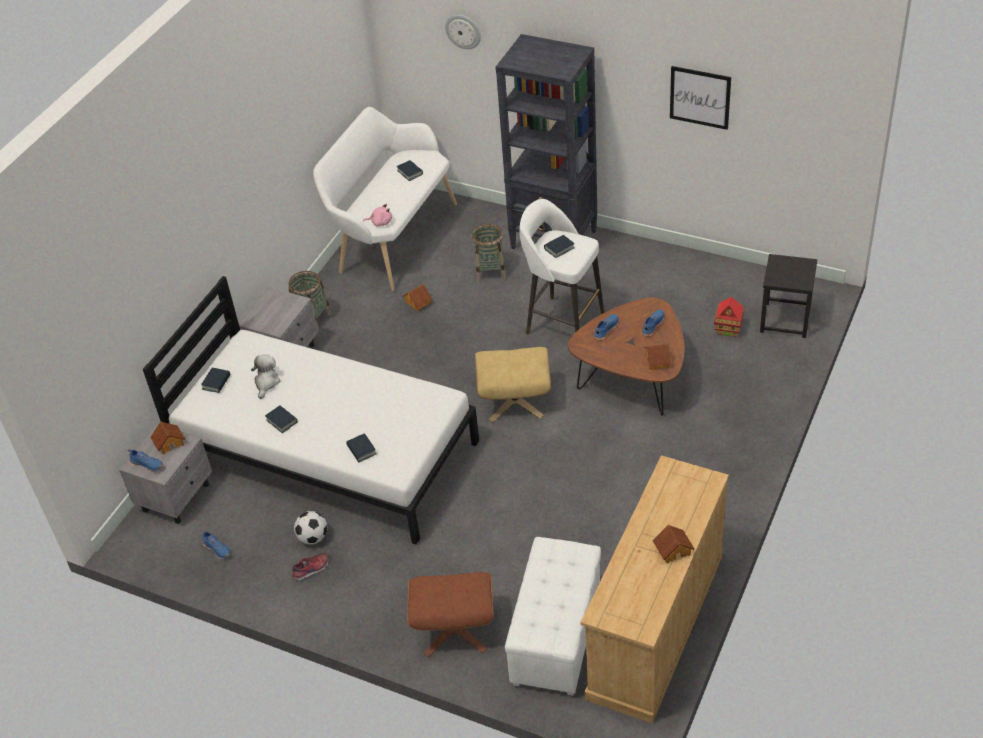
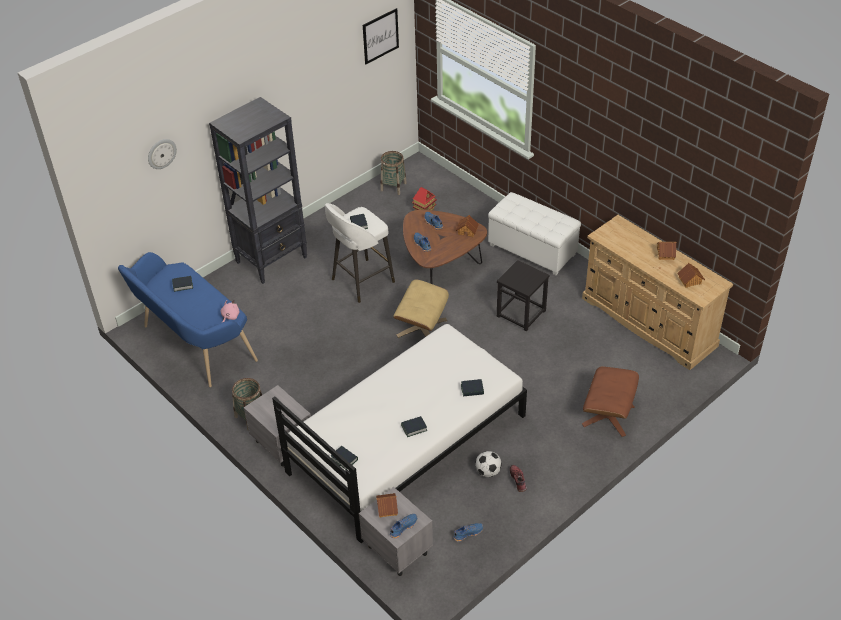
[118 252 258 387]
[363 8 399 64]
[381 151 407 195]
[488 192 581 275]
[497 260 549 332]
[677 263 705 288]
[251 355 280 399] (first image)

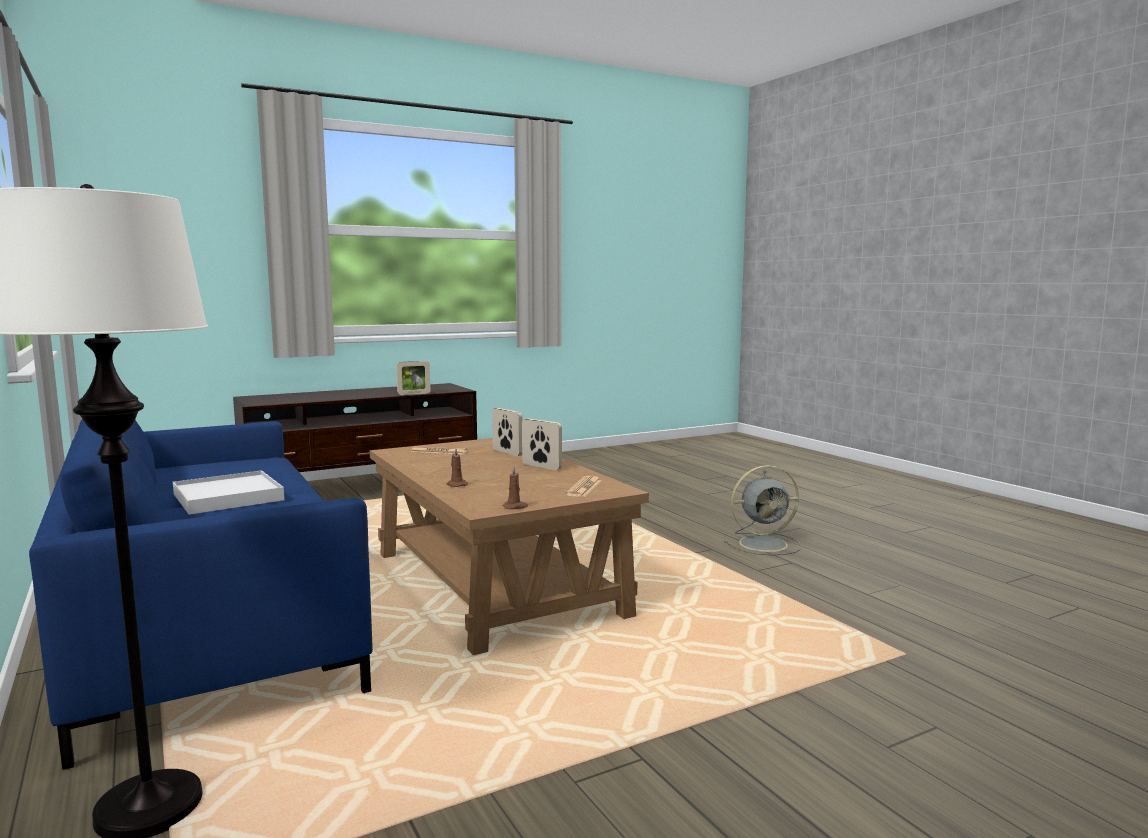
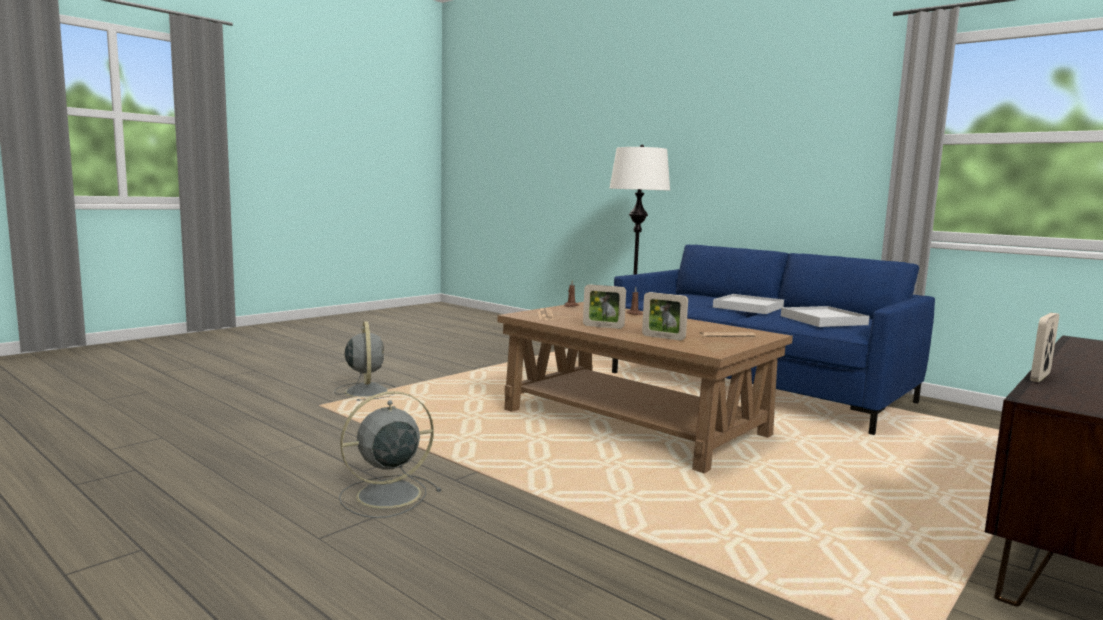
[334 321 396 401]
[781 306 869 327]

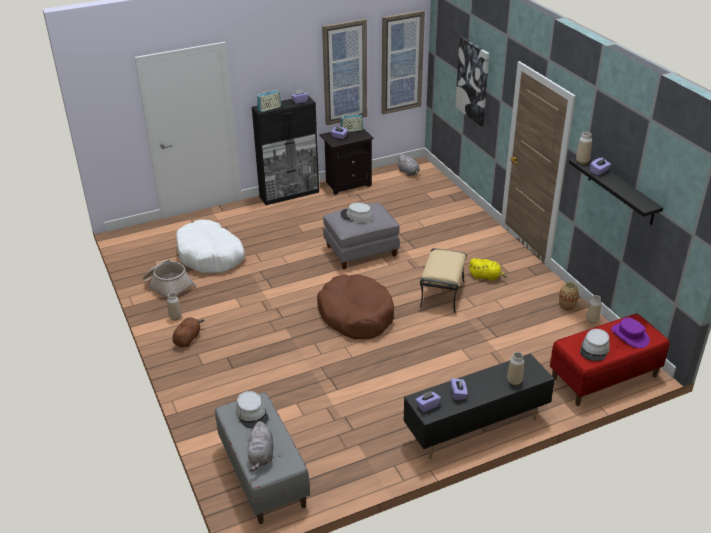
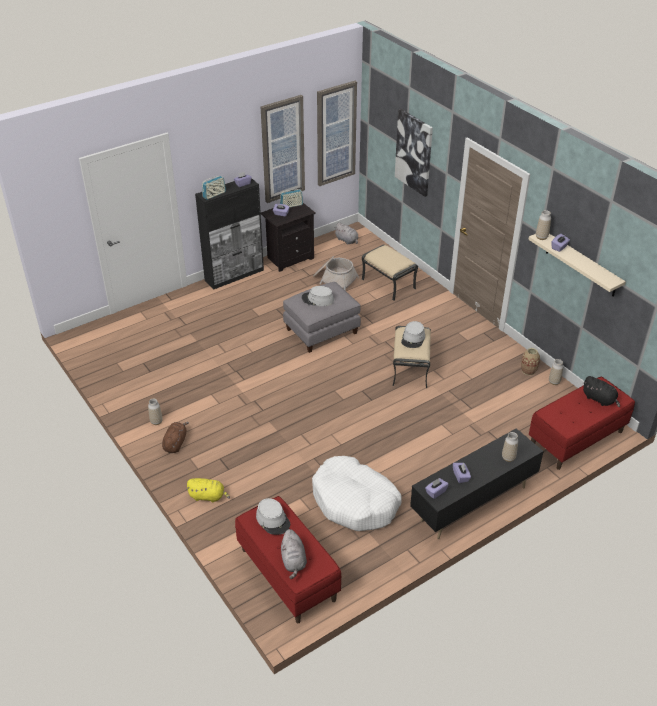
[186 478 230 503]
[235 496 342 623]
[312 456 402 531]
[313 256 359 291]
[362 245 418 301]
[401 321 425 348]
[528 234 626 297]
[582 376 620 407]
[317 274 394 339] (first image)

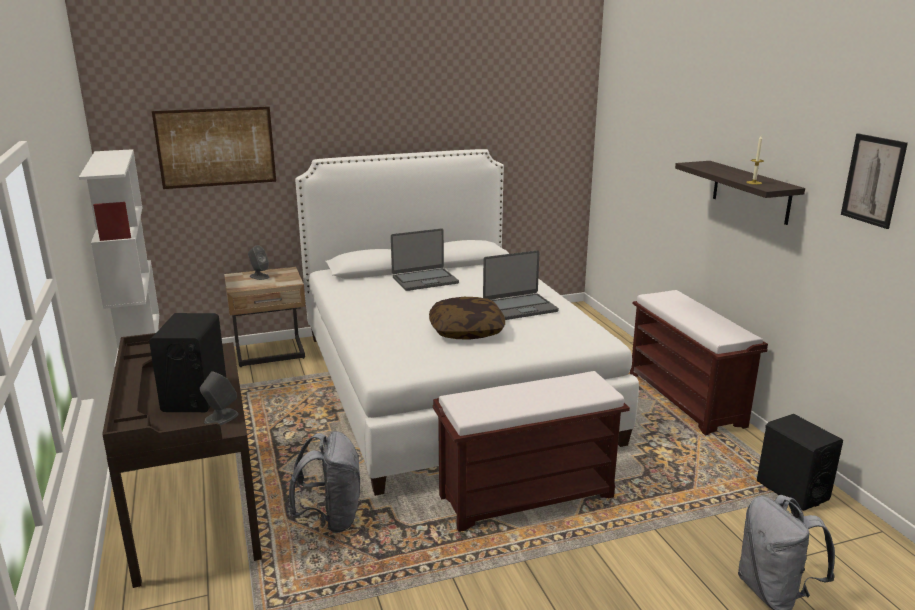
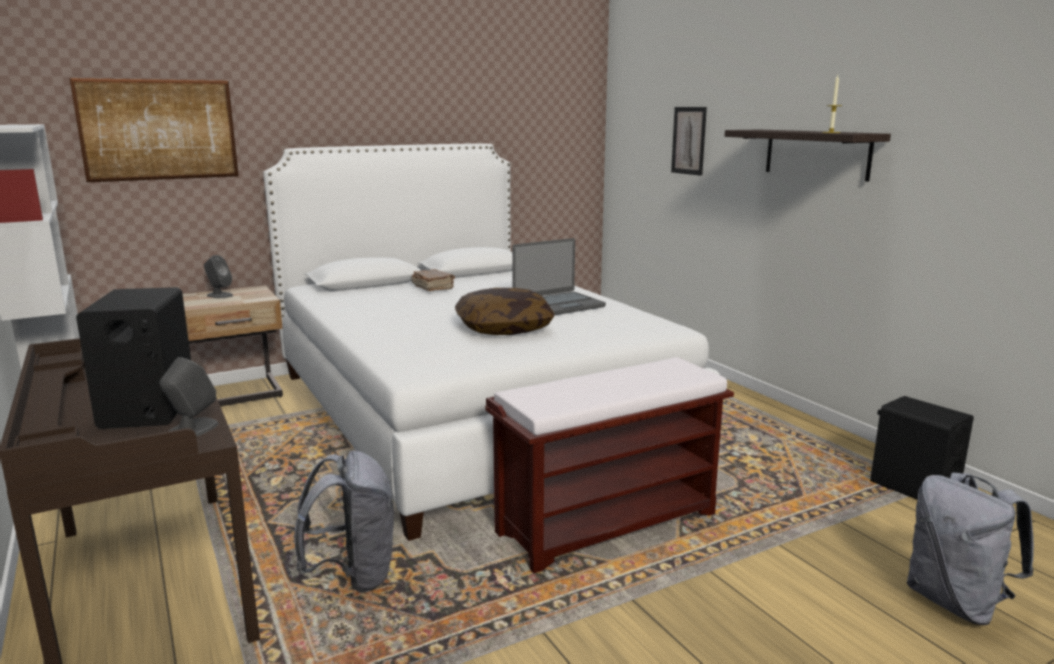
[411 269 455 291]
[671 107 707 176]
[630 290 768 435] (first image)

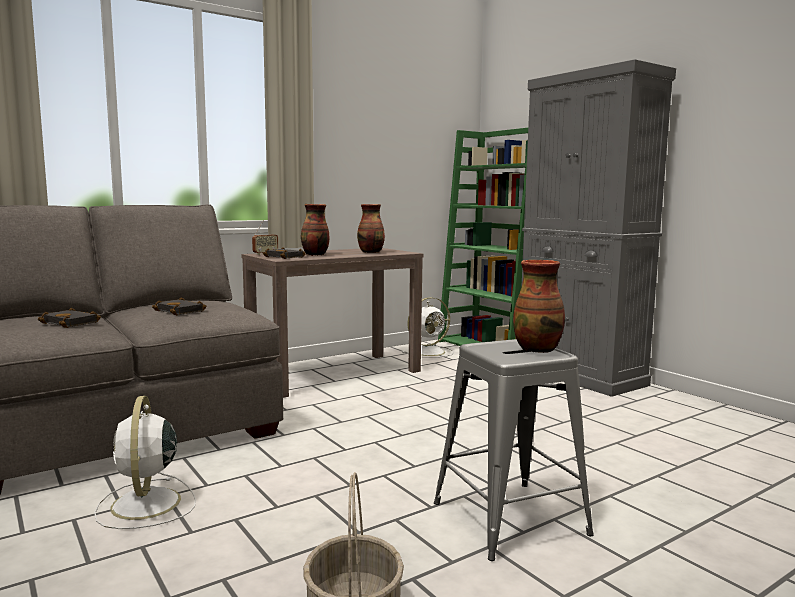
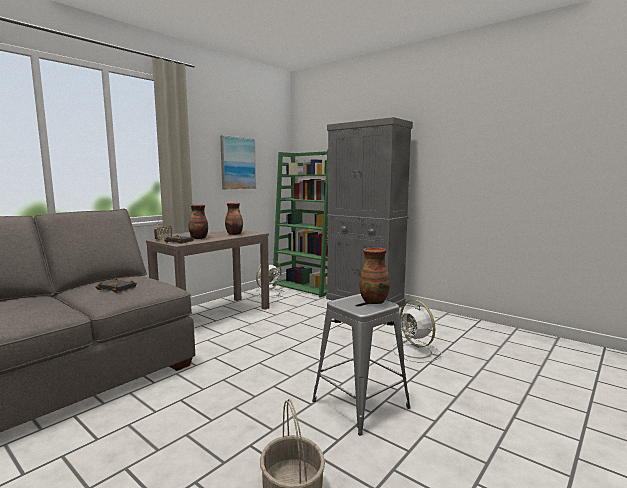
[220 135 256 189]
[392 300 442 362]
[38 308 101 328] (first image)

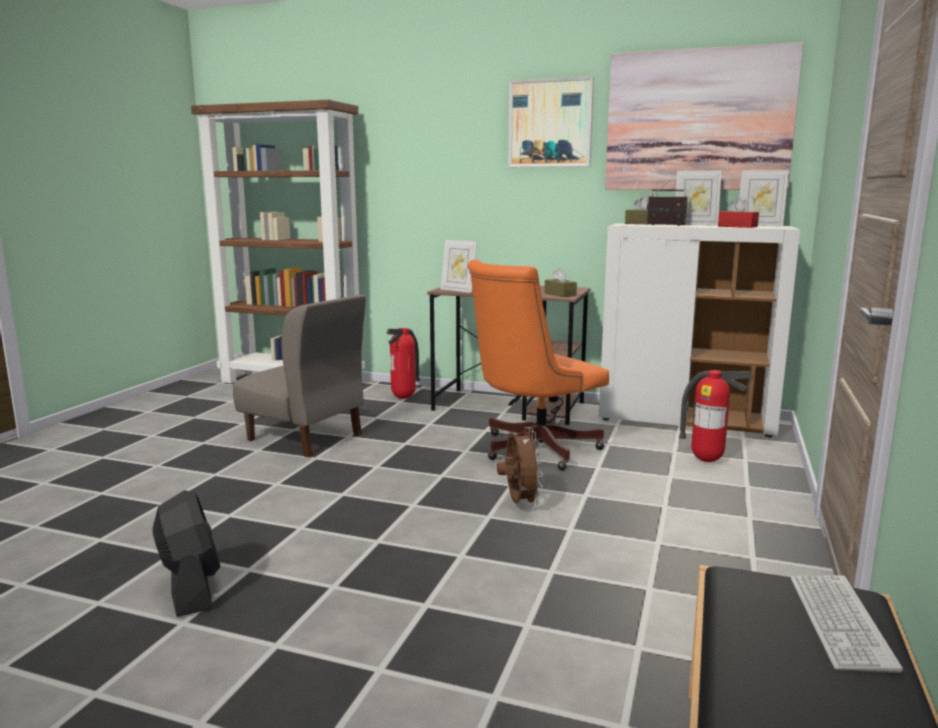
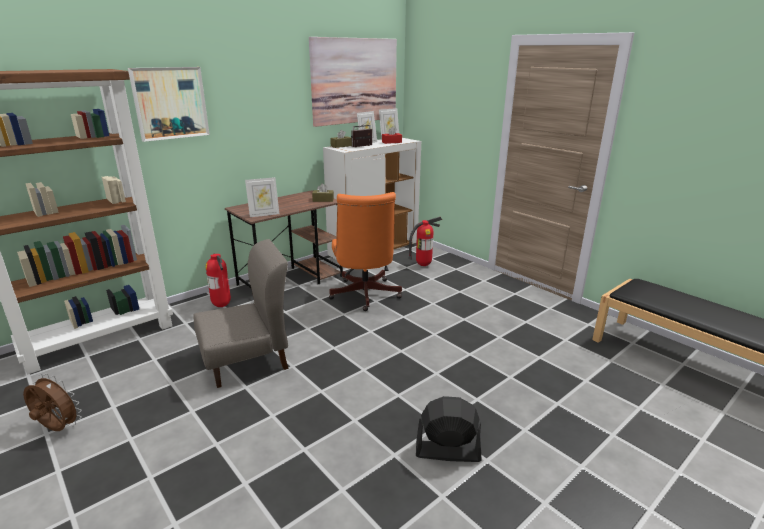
[23 373 82 431]
[128 67 210 142]
[791 575 903 673] (first image)

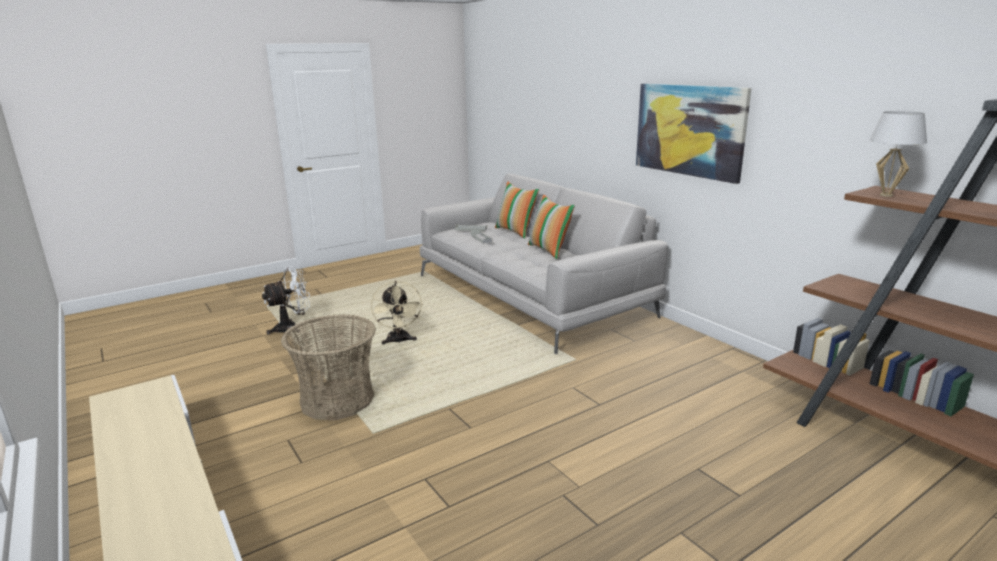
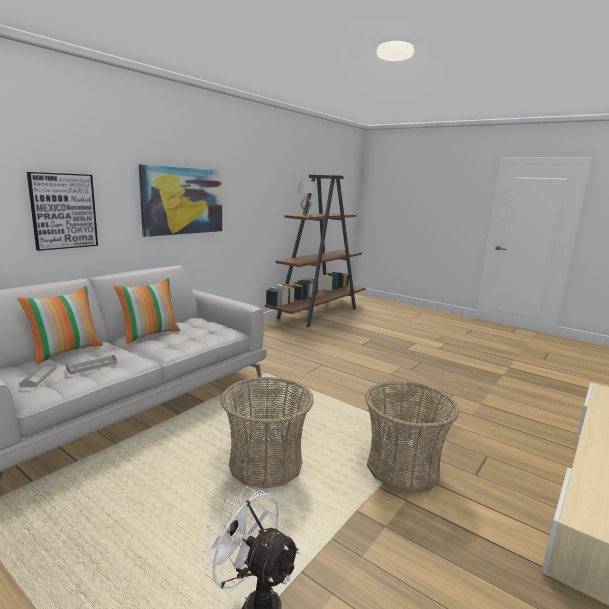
[27 172 98 251]
[220 377 314 489]

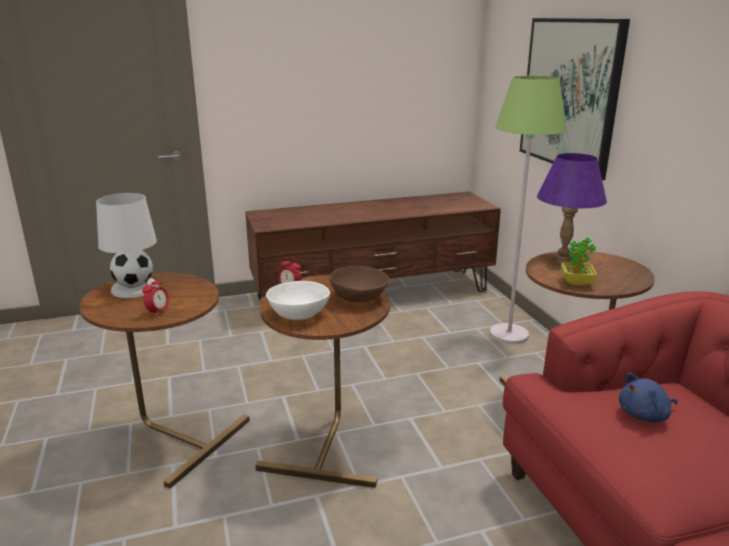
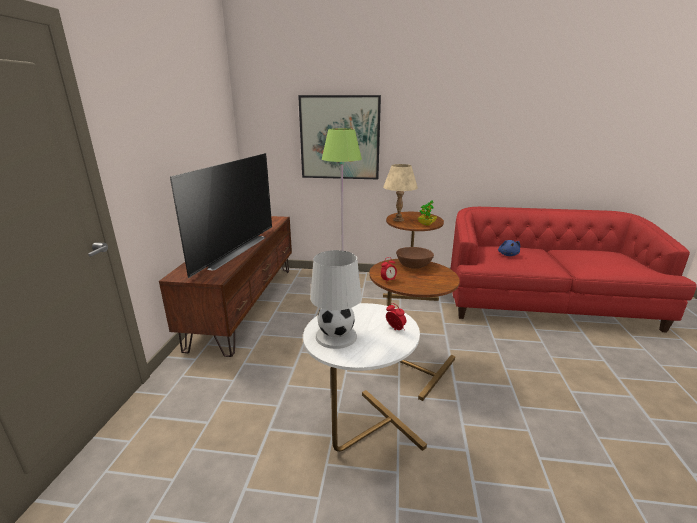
[170 153 272 278]
[303 303 427 452]
[383 164 418 222]
[266 281 330 320] (first image)

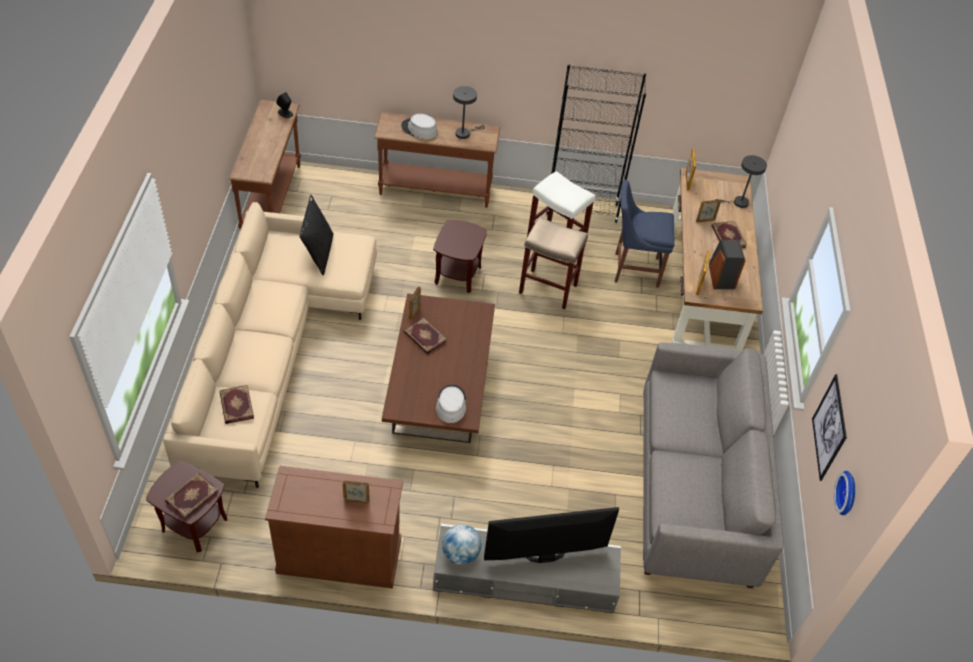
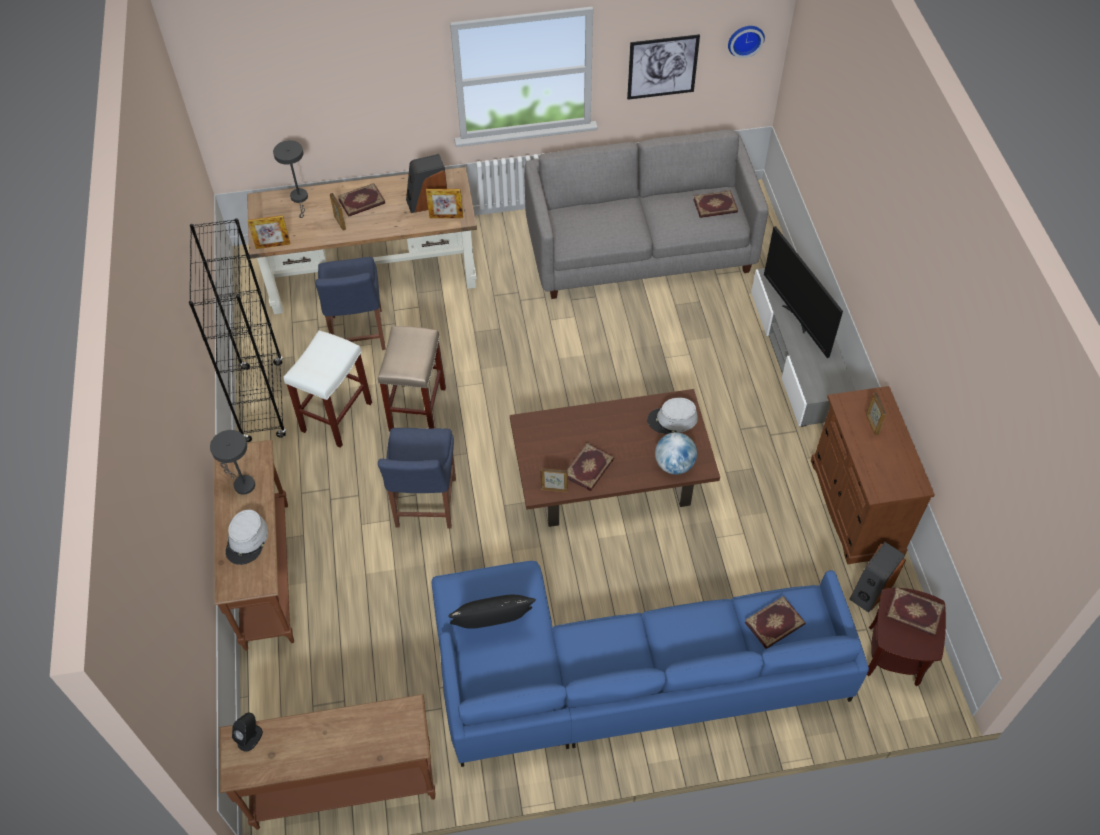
[378 428 456 528]
[431 561 869 767]
[655 432 697 474]
[693 190 738 218]
[849 542 906 613]

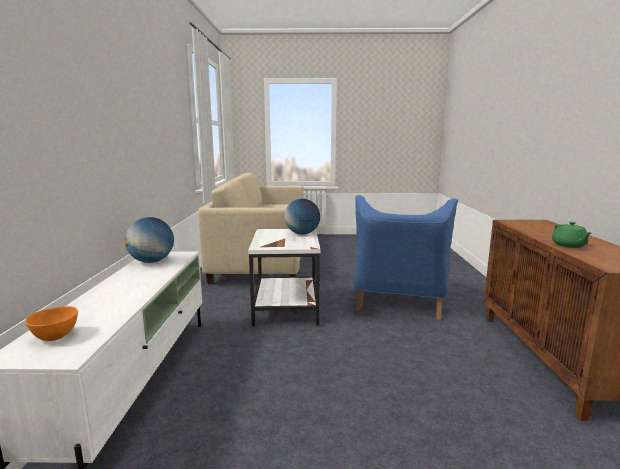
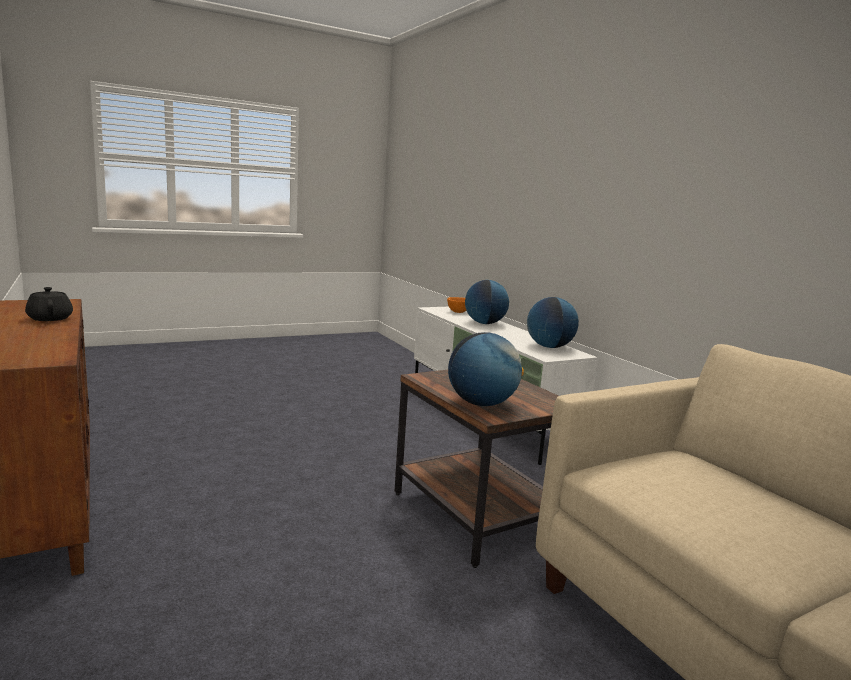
[25 287 73 321]
[394 370 558 568]
[465 280 509 324]
[354 195 458 320] (first image)

